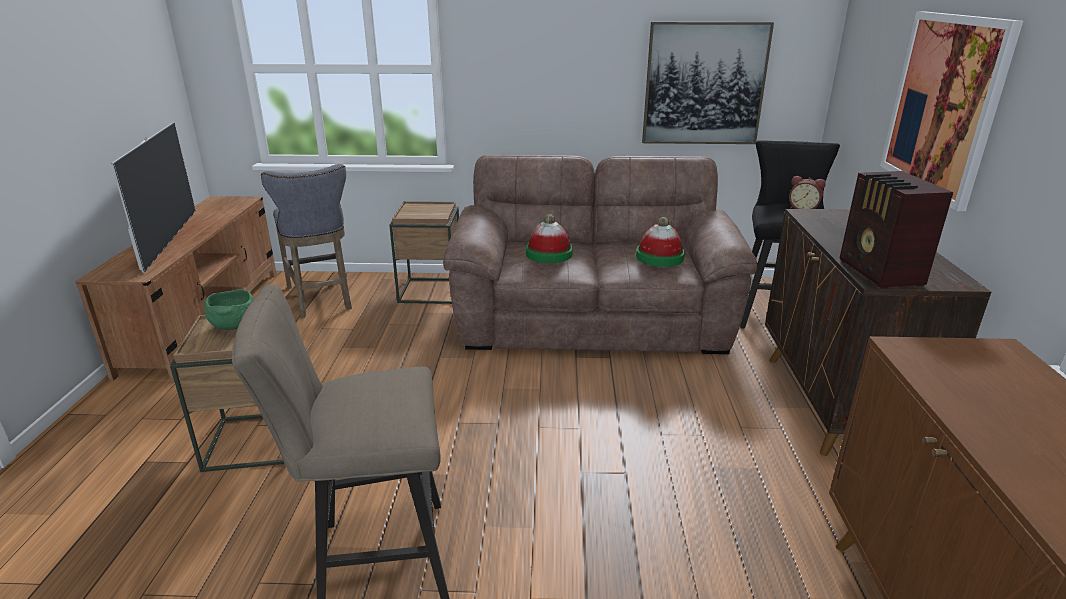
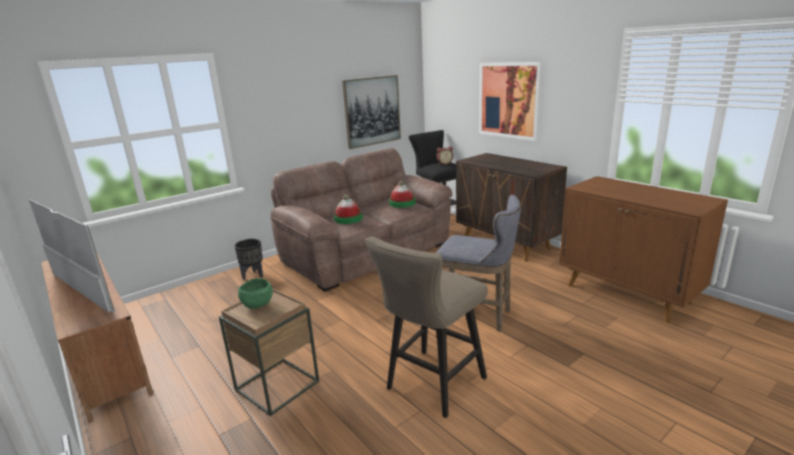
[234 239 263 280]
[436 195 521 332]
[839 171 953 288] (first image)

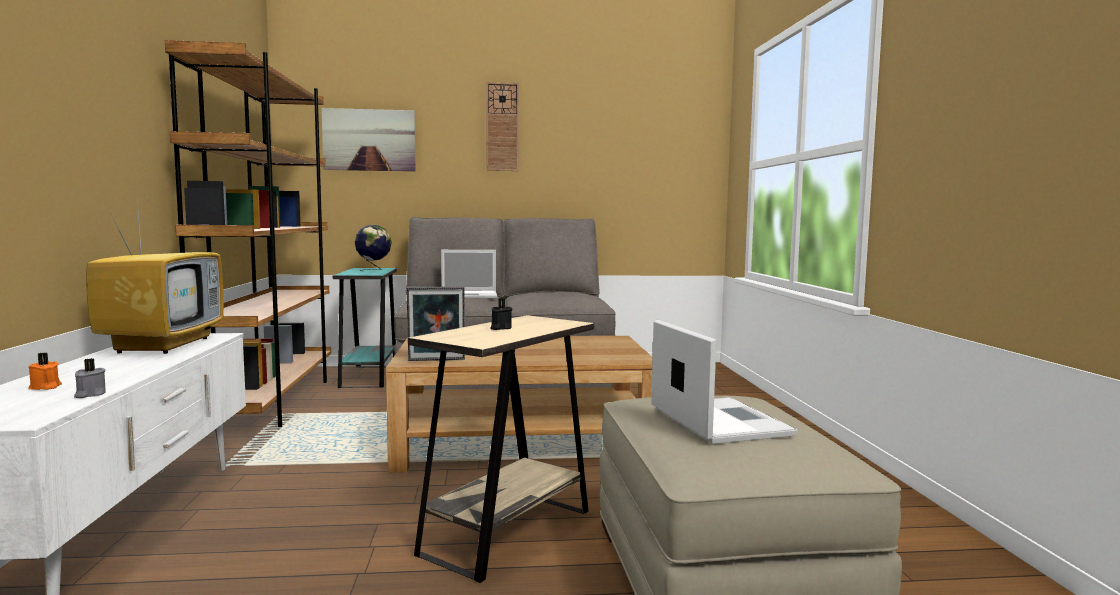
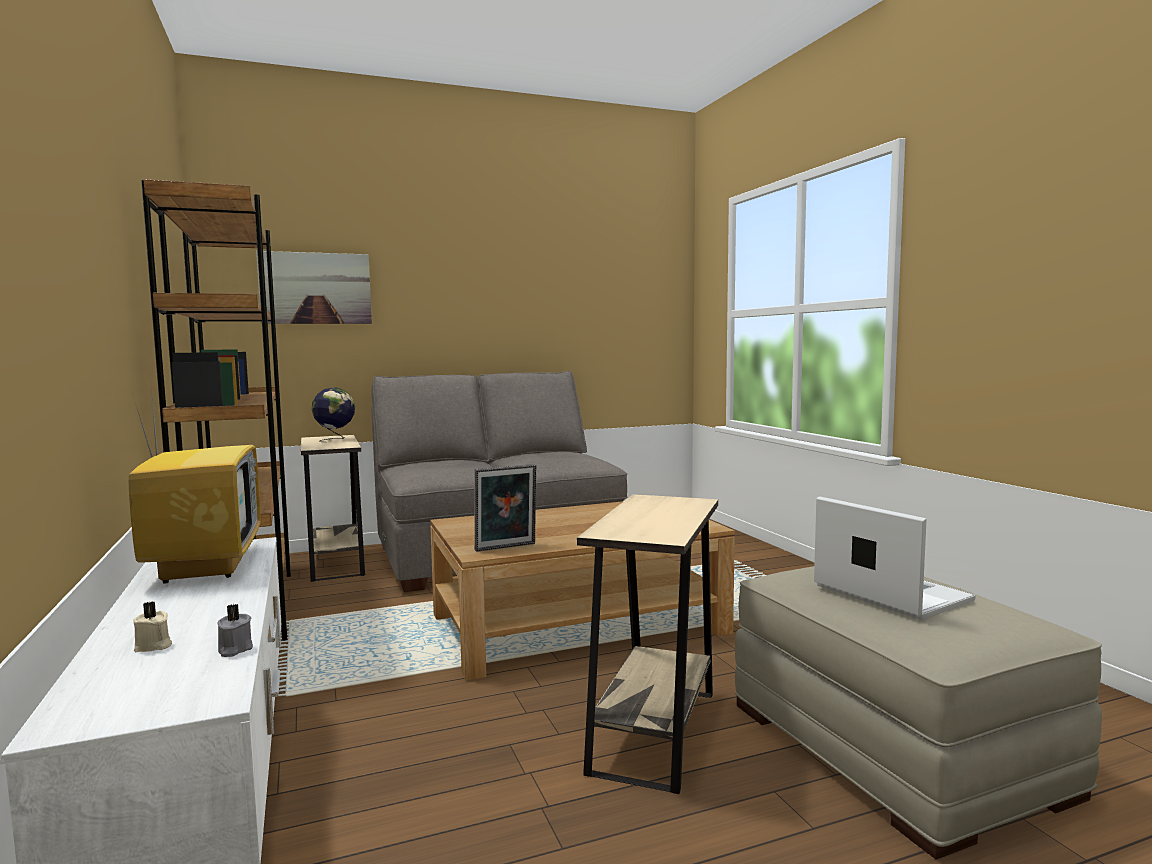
[134 601 172 652]
[301 435 365 582]
[441 250 498 299] (first image)
[486 82 519 171] (first image)
[490 298 512 330] (first image)

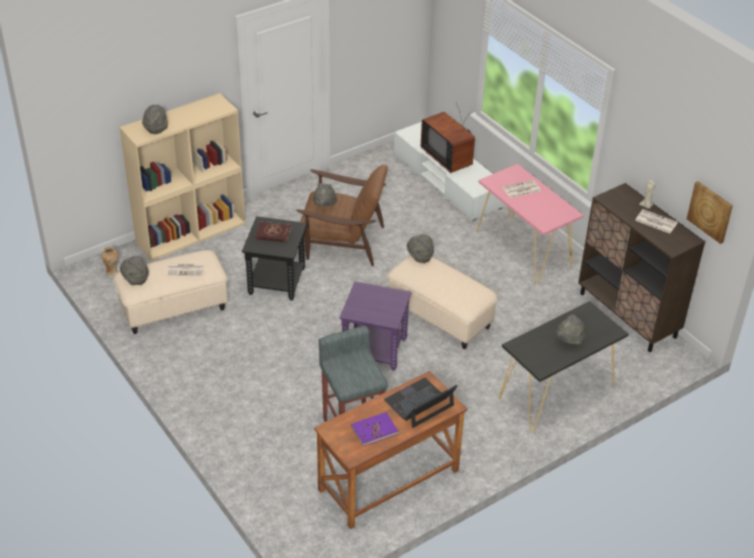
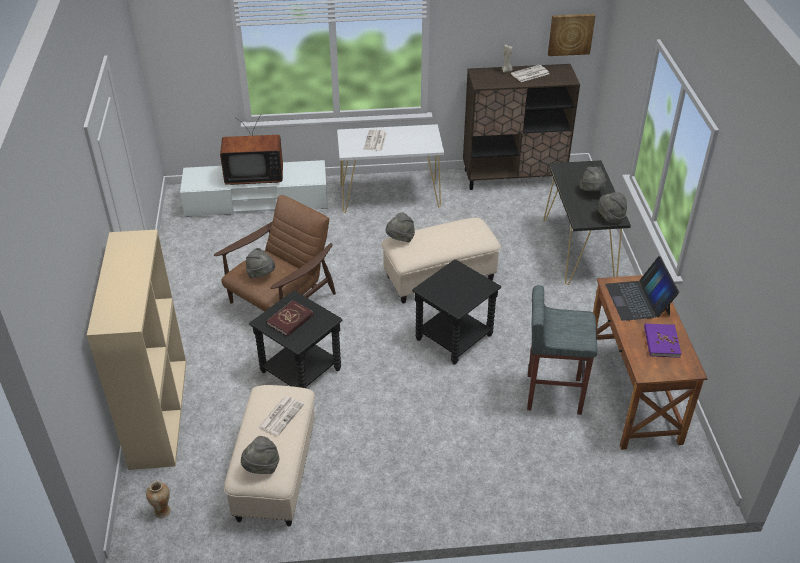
[337 124 444 213]
[412 259 501 364]
[597 192 627 224]

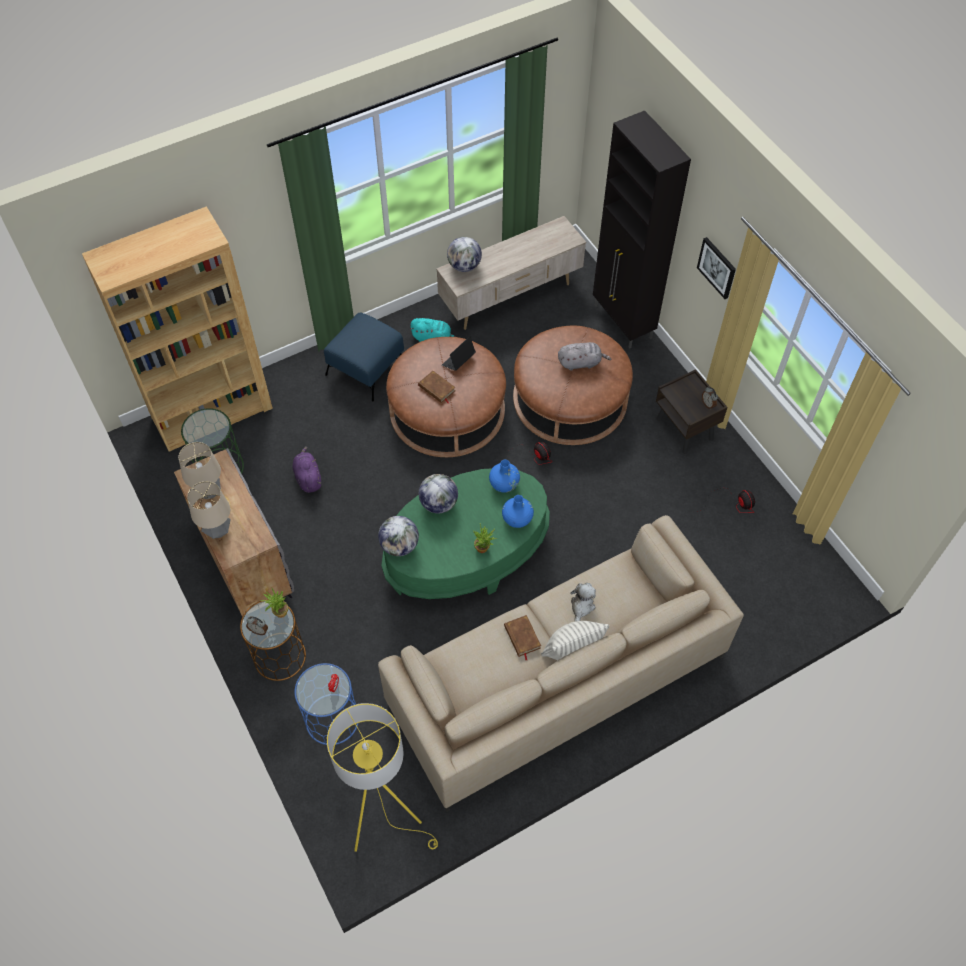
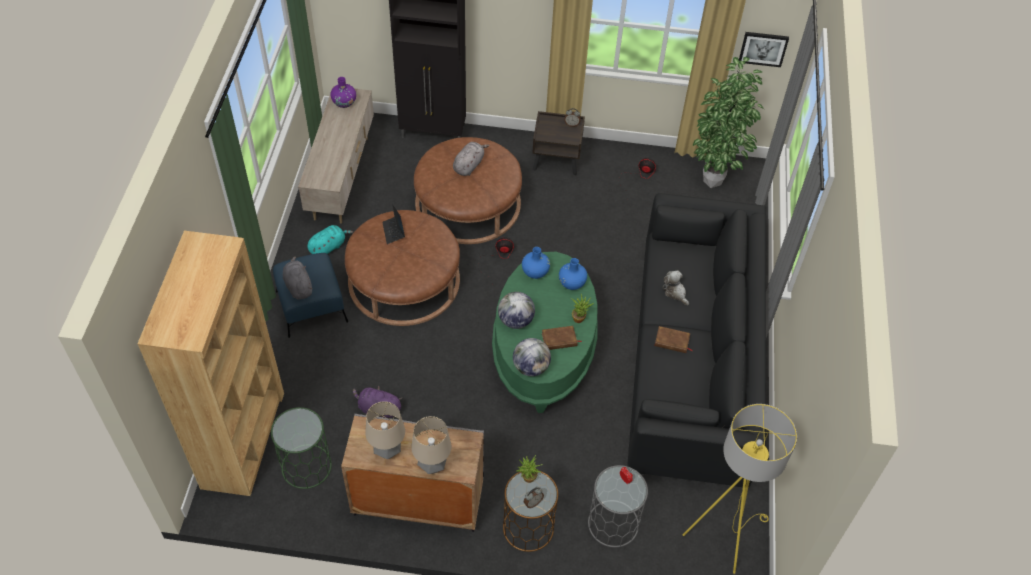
[283 256 312 300]
[331 77 356 108]
[542 326 581 350]
[588 465 648 547]
[627 193 766 488]
[693 57 764 188]
[739 32 789 67]
[447 237 482 272] (first image)
[541 621 609 660] (first image)

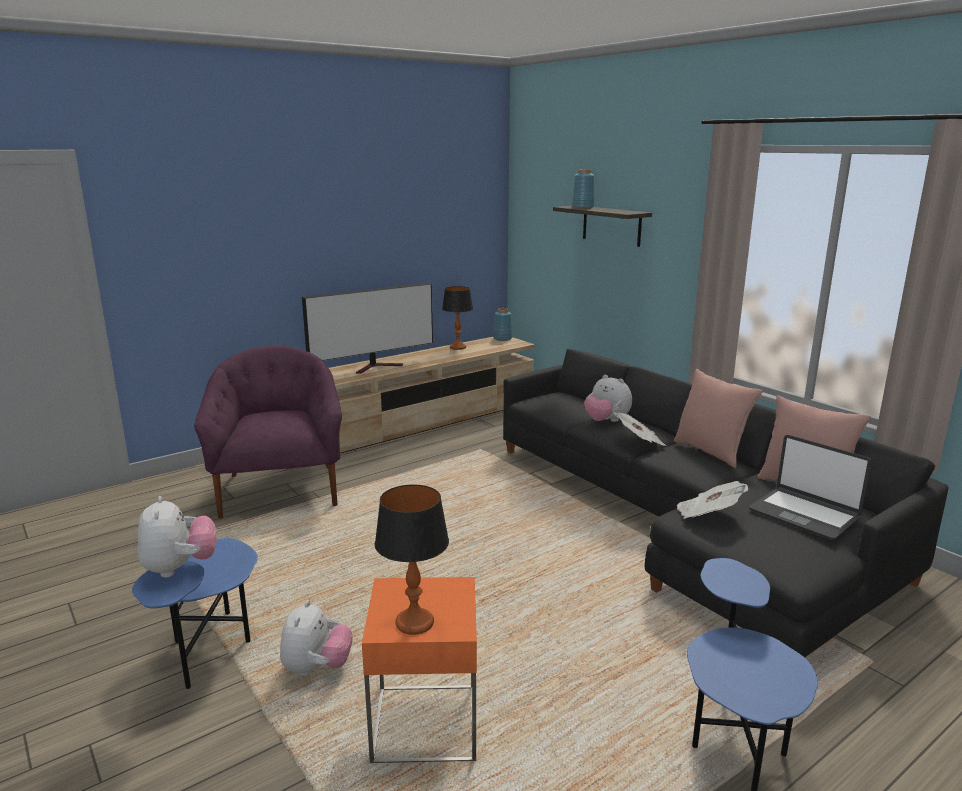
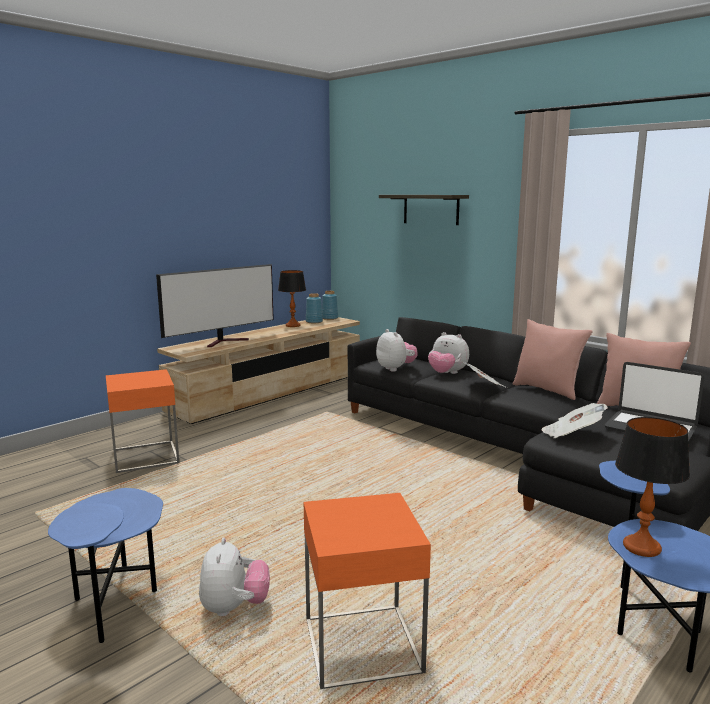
[106 369 179 473]
[306 293 323 323]
[376 329 418 372]
[615 417 690 557]

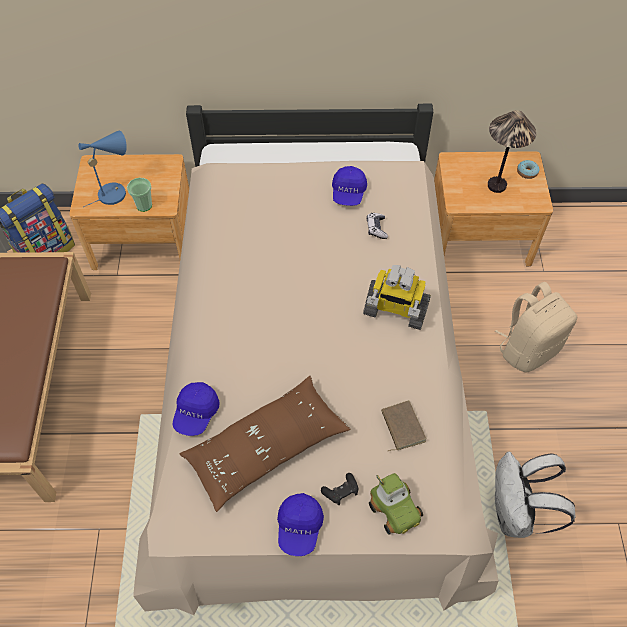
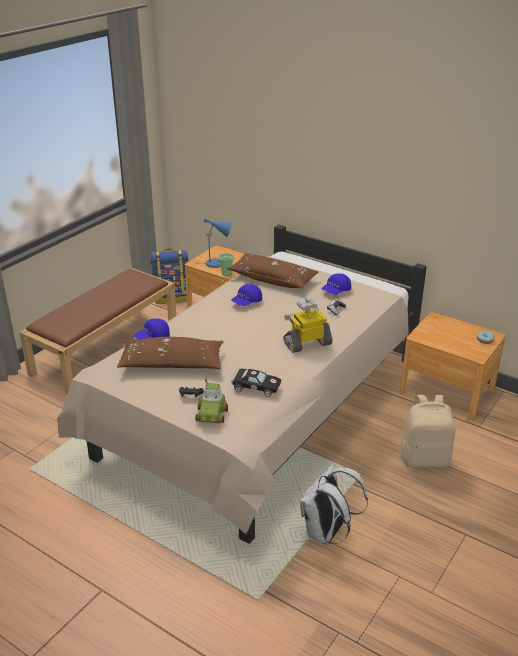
[226 253 319 288]
[231 284 262 306]
[231 369 281 397]
[283 298 332 353]
[488 110 536 193] (first image)

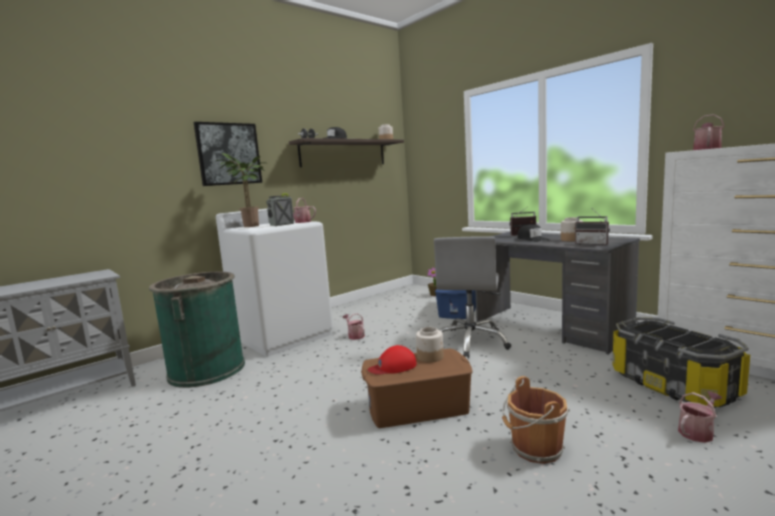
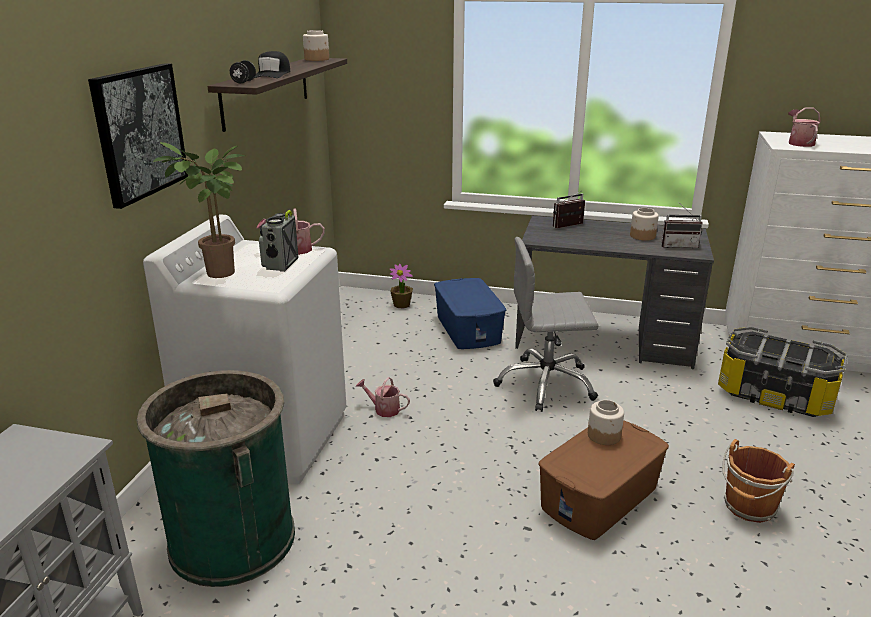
[493 237 599 412]
[368 345 417 375] (first image)
[517 224 550 242] (first image)
[678 391 722 443] (first image)

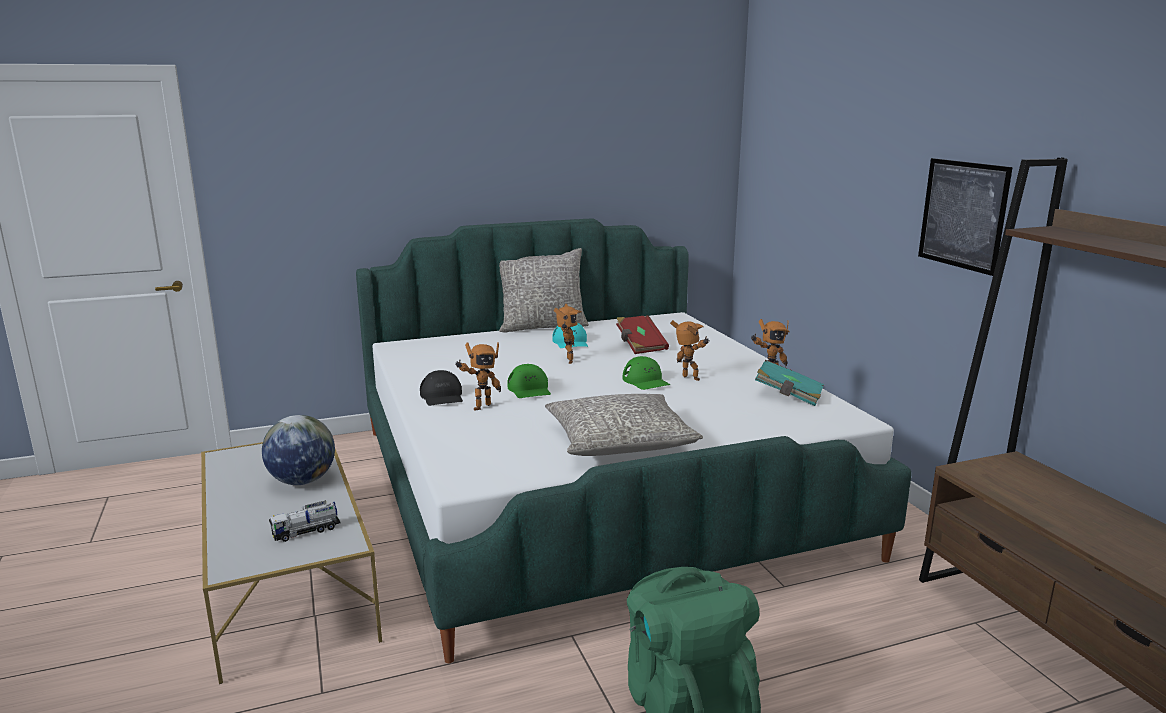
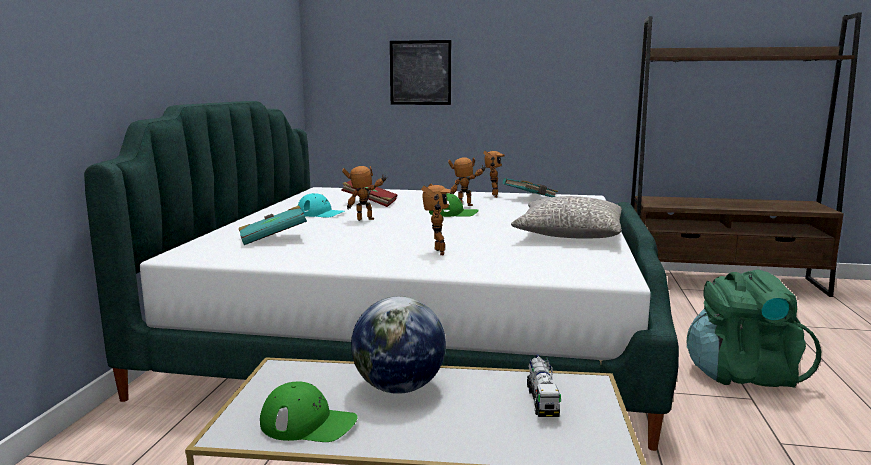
[239 205 307 245]
[260 381 357 442]
[342 166 387 221]
[390 40 451 105]
[420 370 463 406] (first image)
[499 248 589 333] (first image)

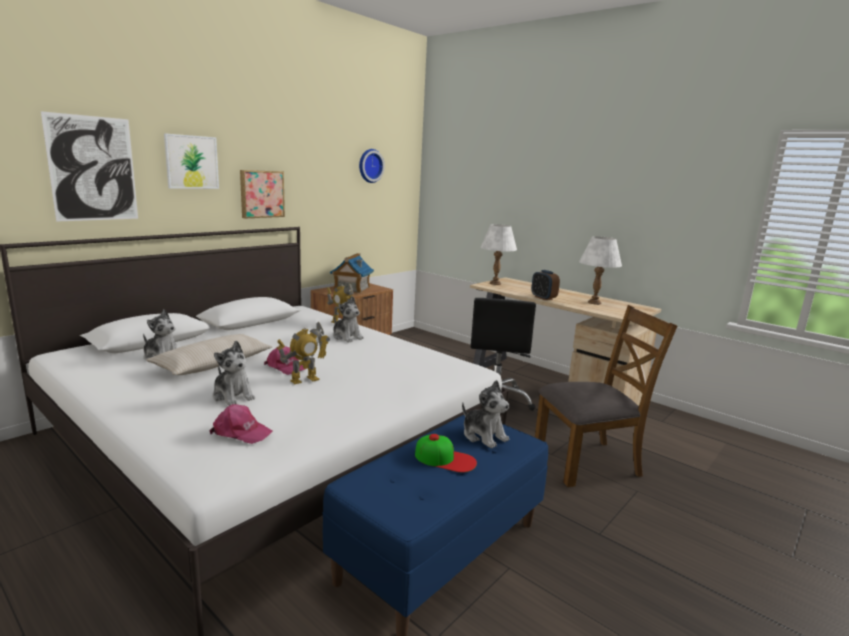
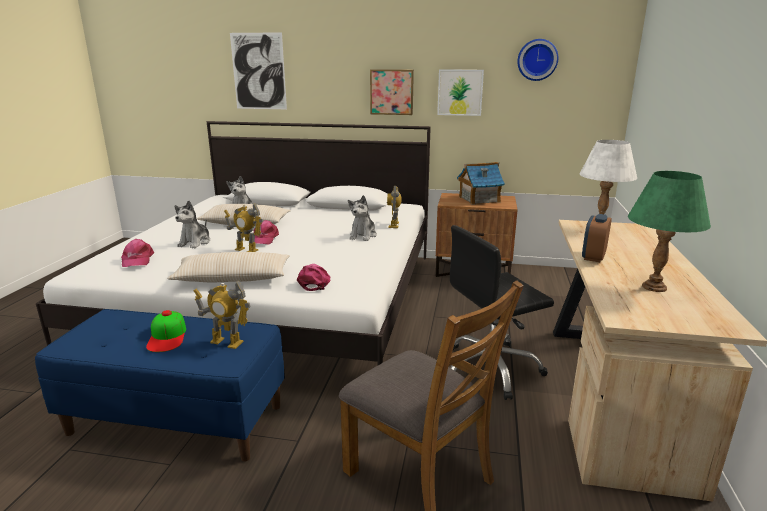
[167 252 290 282]
[194 281 251 349]
[297 264 330 291]
[437 69 484 116]
[628 171 711 292]

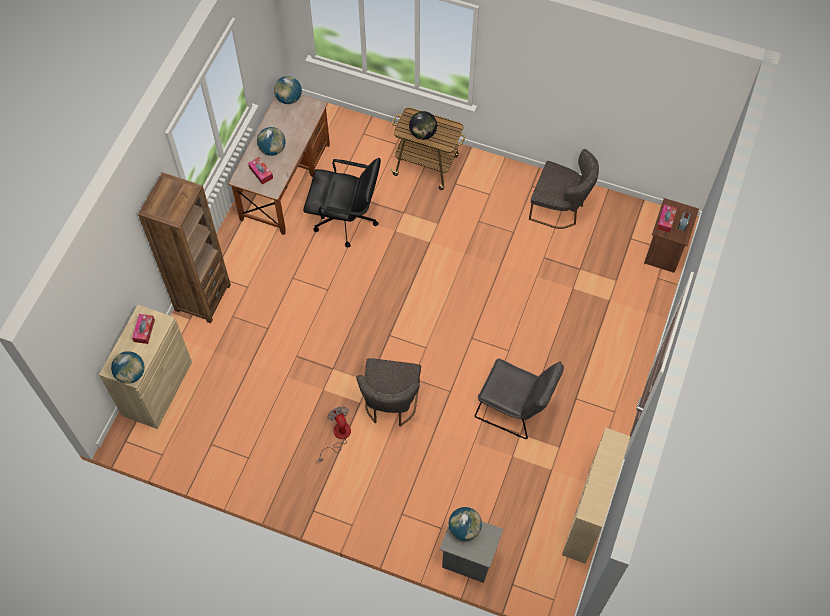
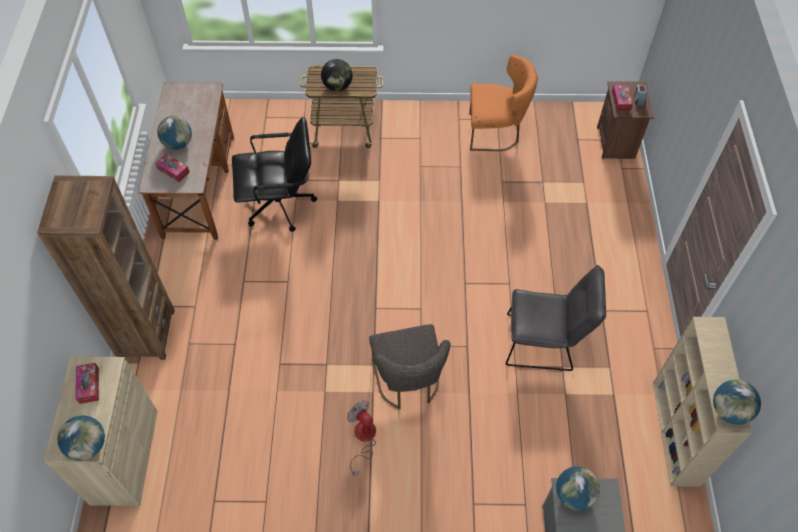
[469 54 538 151]
[713 380 761 425]

